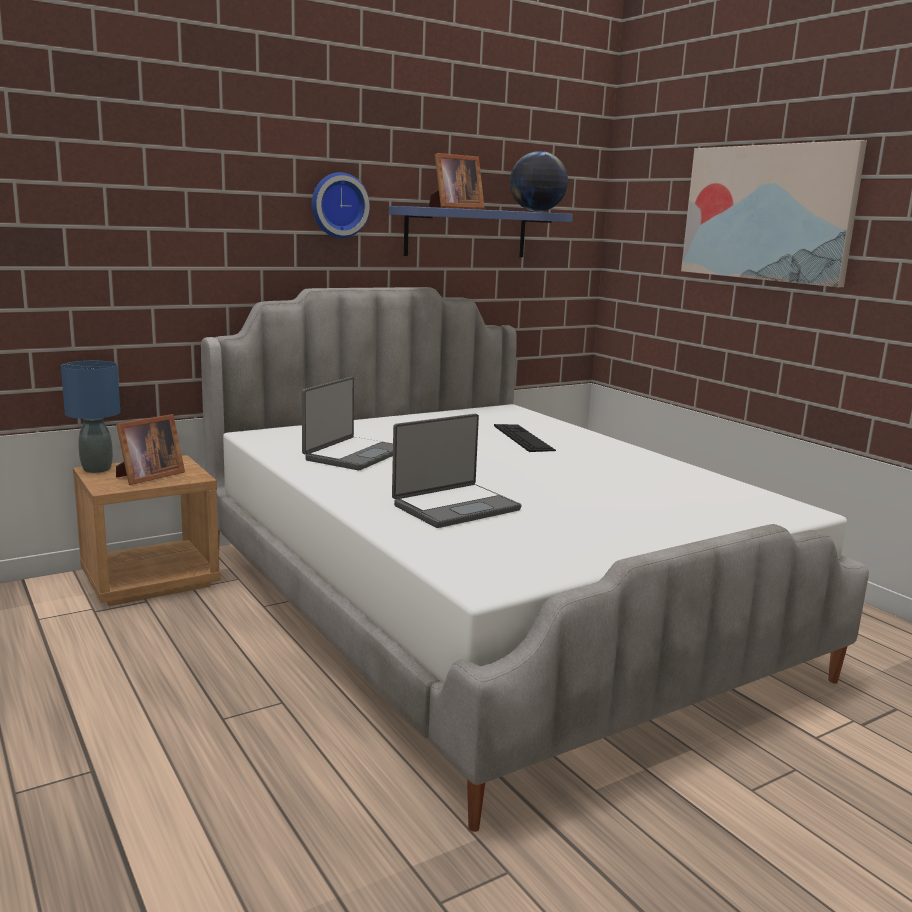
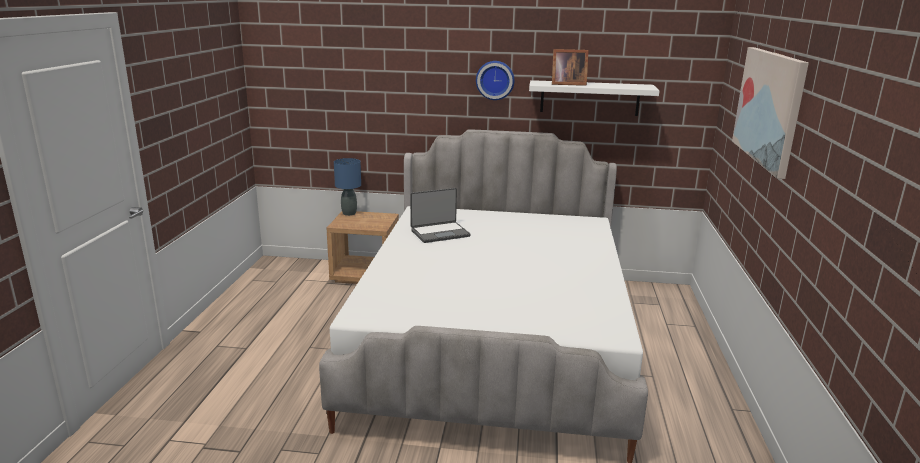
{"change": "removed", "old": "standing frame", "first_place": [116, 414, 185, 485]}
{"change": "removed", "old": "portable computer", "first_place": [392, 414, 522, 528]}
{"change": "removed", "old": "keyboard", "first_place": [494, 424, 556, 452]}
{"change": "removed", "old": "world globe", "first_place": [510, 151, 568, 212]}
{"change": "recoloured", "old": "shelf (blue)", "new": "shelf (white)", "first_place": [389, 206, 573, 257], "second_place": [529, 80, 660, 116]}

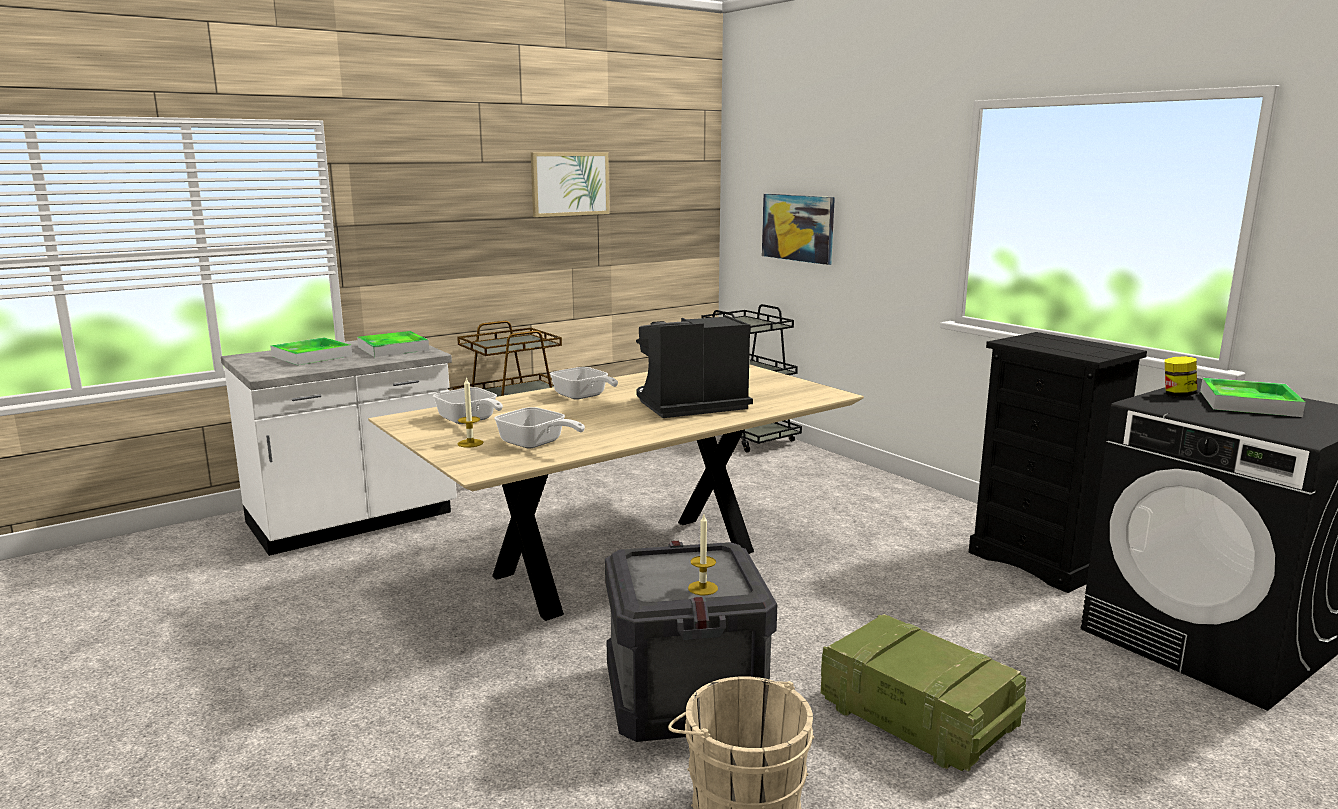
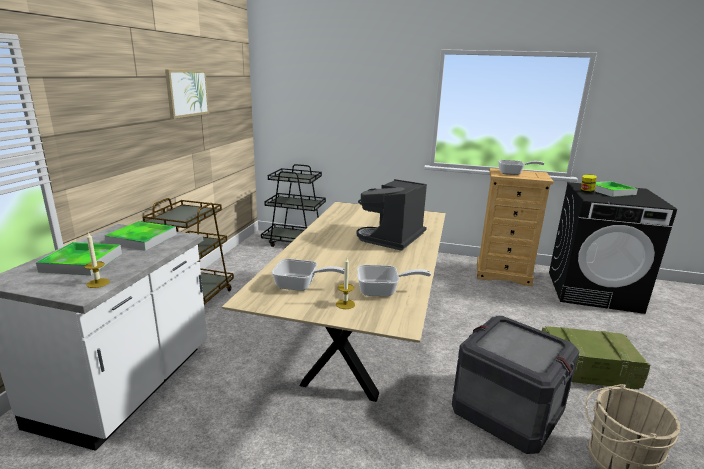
{"change": "removed", "old": "picture", "first_place": [762, 194, 835, 265]}
{"change": "moved", "old": "skillet", "first_place": [550, 367, 618, 400], "second_place": [498, 160, 544, 175]}
{"change": "moved", "old": "candle", "first_place": [688, 514, 718, 595], "second_place": [84, 233, 110, 288]}
{"change": "recoloured", "old": "dresser (black-coloured)", "new": "dresser (beige)", "first_place": [968, 332, 1147, 593], "second_place": [477, 168, 554, 286]}

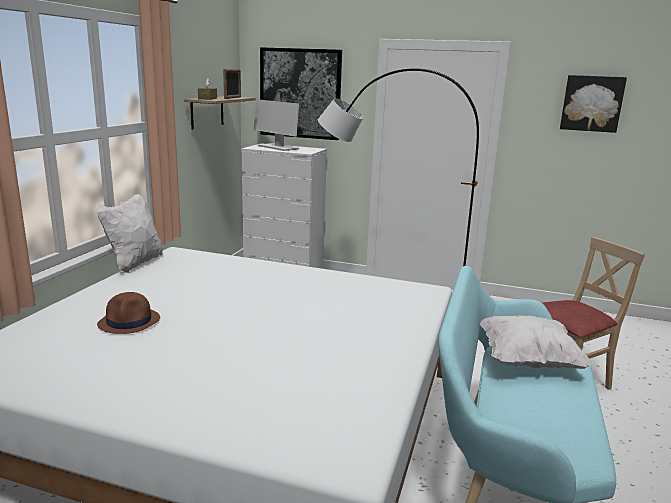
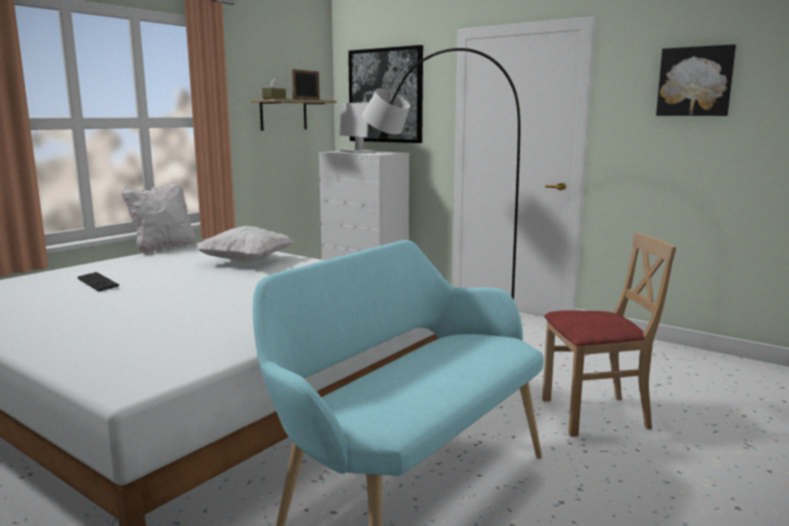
{"change": "moved", "old": "cushion (white)", "first_place": [480, 316, 593, 369], "second_place": [197, 226, 293, 263]}
{"change": "replaced", "old": "hat (brown)", "new": "keyboard", "first_place": [97, 292, 160, 334], "second_place": [77, 272, 119, 292]}

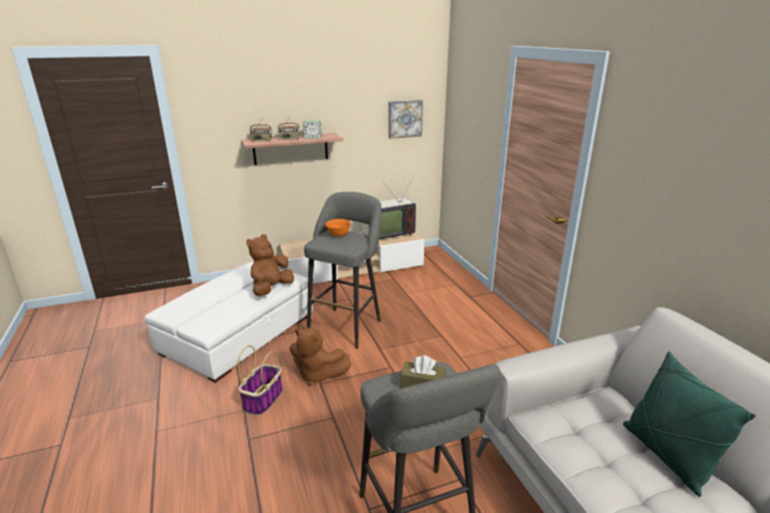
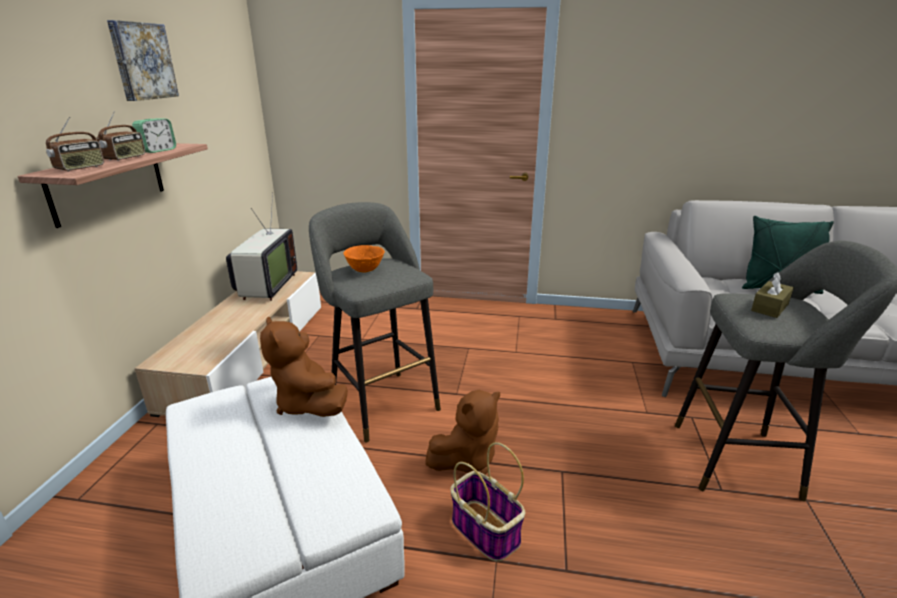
{"change": "moved", "old": "picture", "first_place": [388, 100, 423, 139], "second_place": [107, 20, 179, 101]}

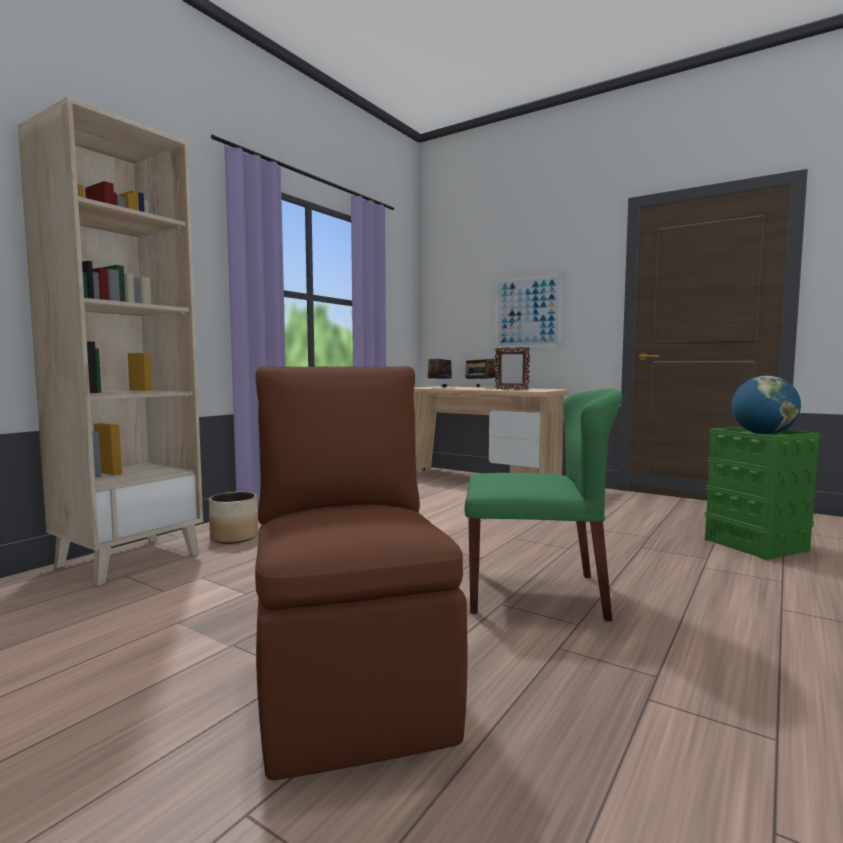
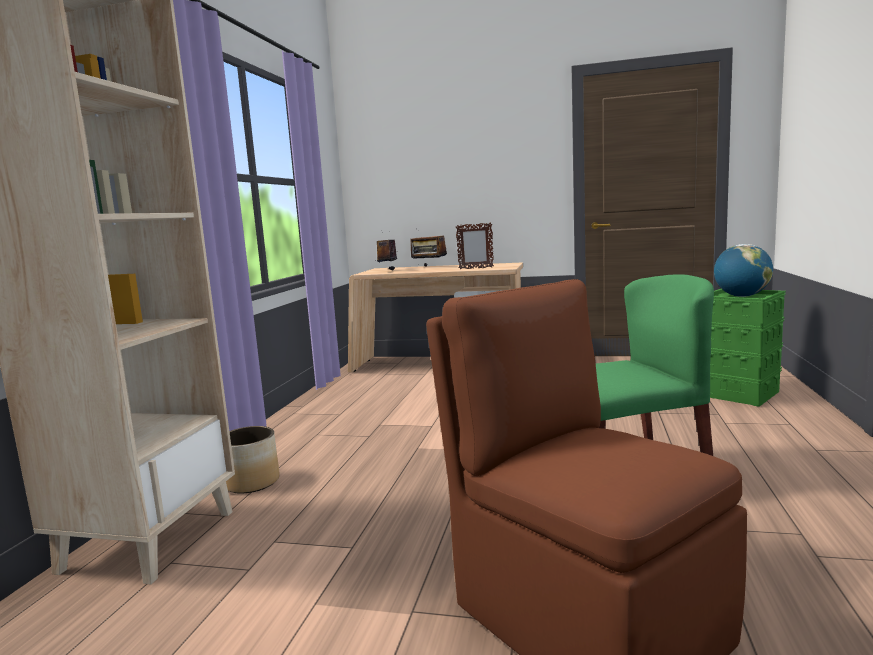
{"change": "removed", "old": "picture", "first_place": [496, 274, 563, 348]}

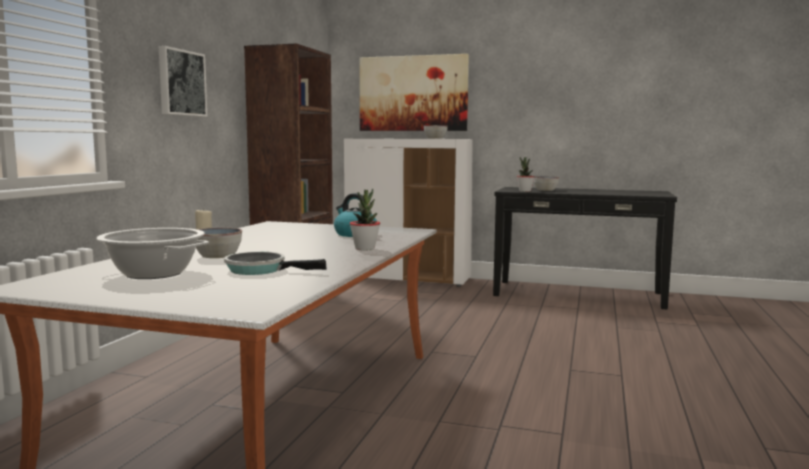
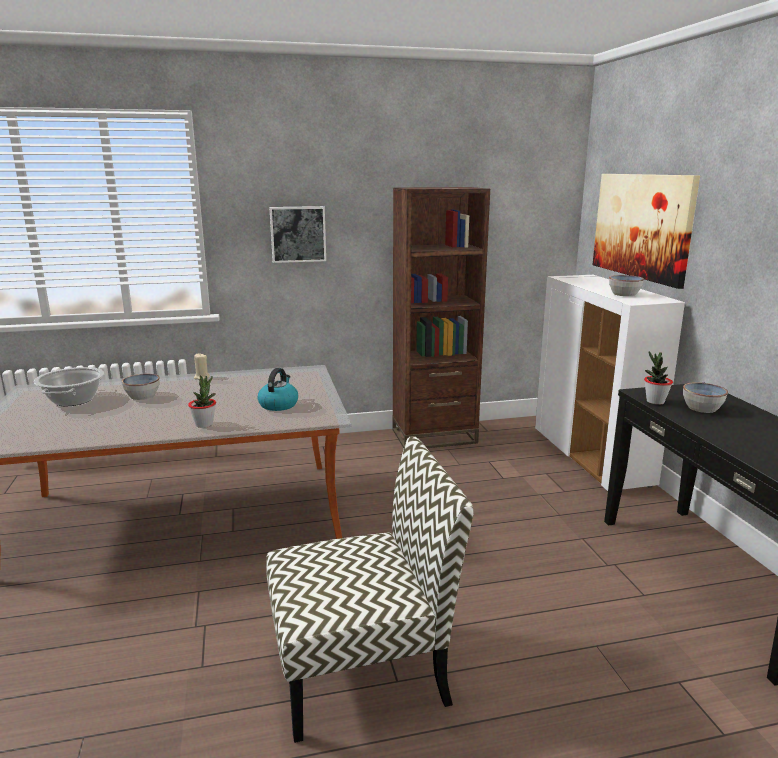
{"change": "removed", "old": "skillet", "first_place": [224, 252, 327, 275]}
{"change": "added", "new": "upright chair", "second_place": [266, 436, 474, 743]}

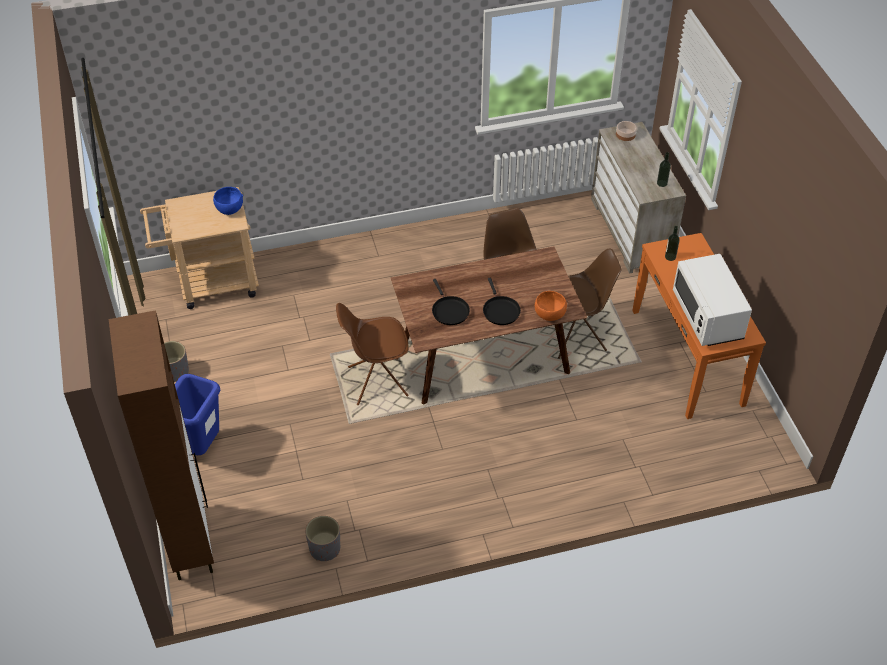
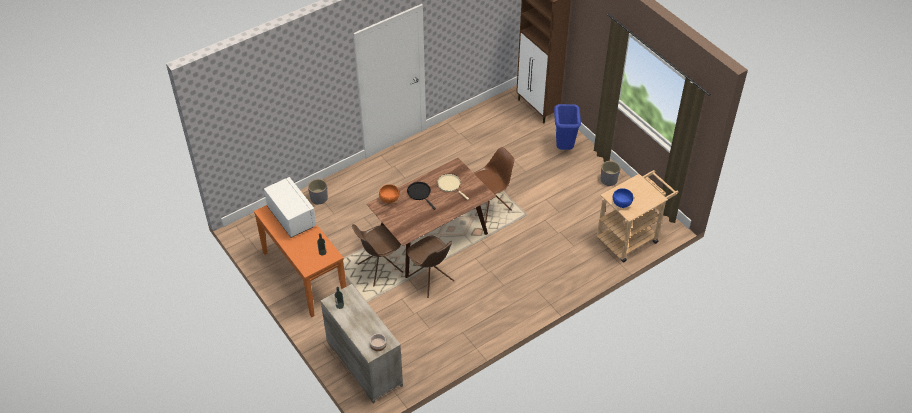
{"change": "moved", "old": "planter (gray)", "first_place": [305, 516, 340, 561], "second_place": [308, 179, 328, 205]}
{"change": "recoloured", "old": "skillet (black-coloured)", "new": "skillet (beige)", "first_place": [432, 279, 470, 325], "second_place": [437, 174, 469, 200]}

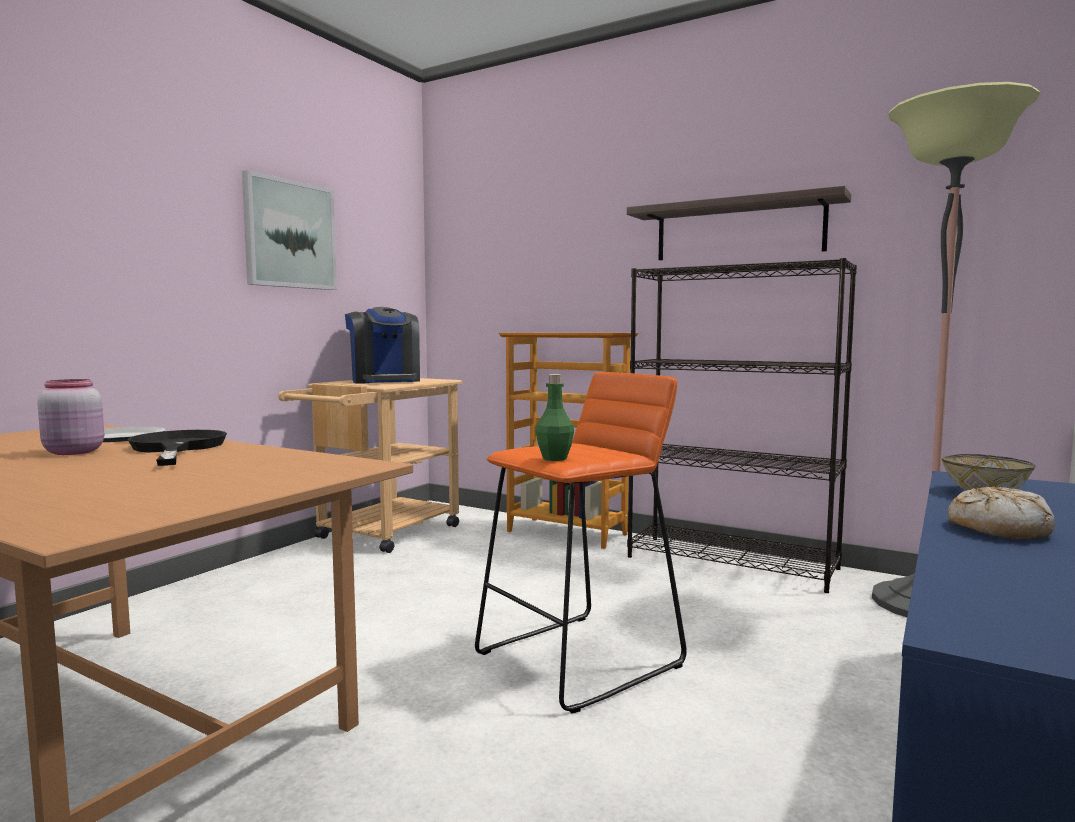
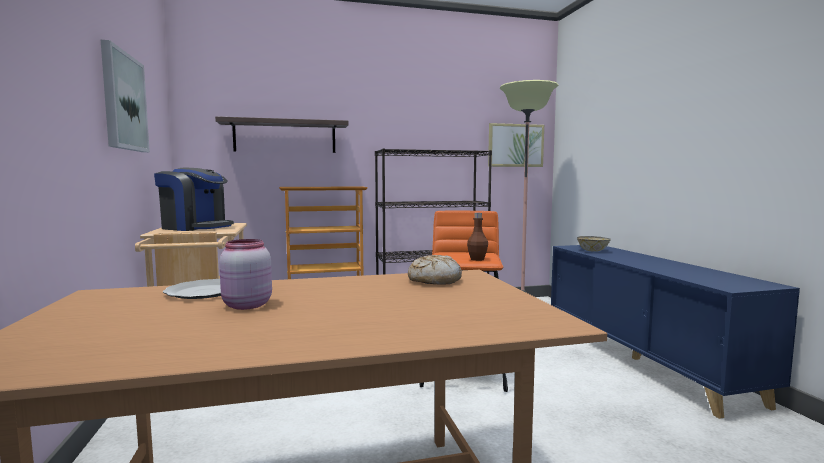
{"change": "removed", "old": "skillet (black-coloured)", "first_place": [128, 430, 227, 466]}
{"change": "added", "new": "picture", "second_place": [488, 123, 544, 167]}
{"change": "moved", "old": "shelf", "first_place": [627, 186, 851, 260], "second_place": [215, 116, 349, 153]}
{"change": "moved", "old": "bread", "first_place": [948, 487, 1055, 540], "second_place": [408, 255, 462, 285]}
{"change": "recoloured", "old": "beverage bottle (green-coloured)", "new": "beverage bottle (brown)", "first_place": [536, 374, 574, 461], "second_place": [467, 213, 488, 261]}

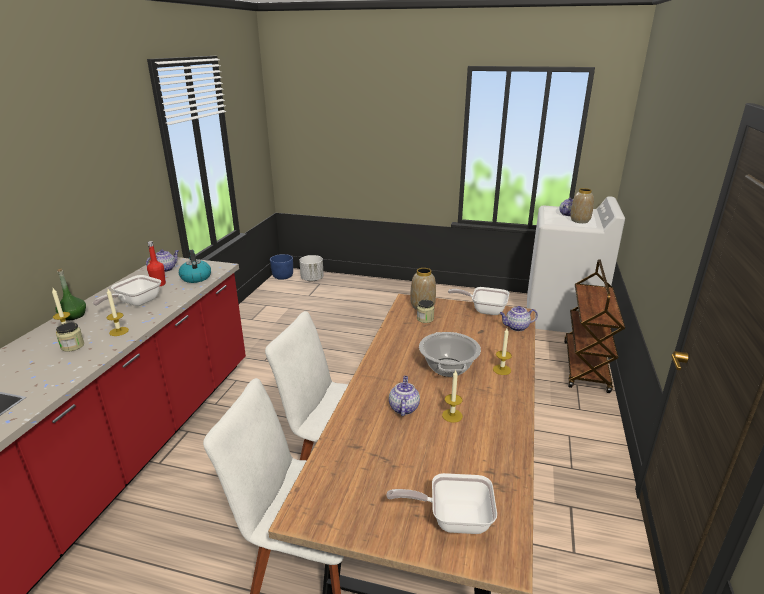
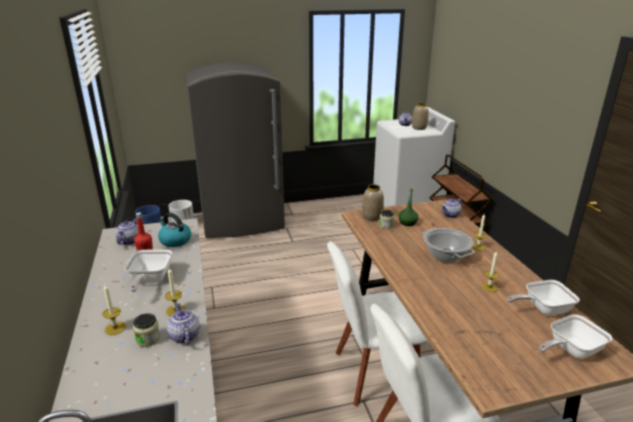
{"change": "added", "new": "kitchen fridge (gray)", "second_place": [186, 62, 285, 238]}
{"change": "moved", "old": "beverage bottle (green-coloured)", "first_place": [55, 268, 86, 320], "second_place": [398, 188, 419, 226]}
{"change": "moved", "old": "pot for tea", "first_place": [389, 376, 420, 416], "second_place": [167, 304, 200, 344]}
{"change": "moved", "old": "skillet", "first_place": [448, 287, 509, 315], "second_place": [507, 280, 580, 316]}

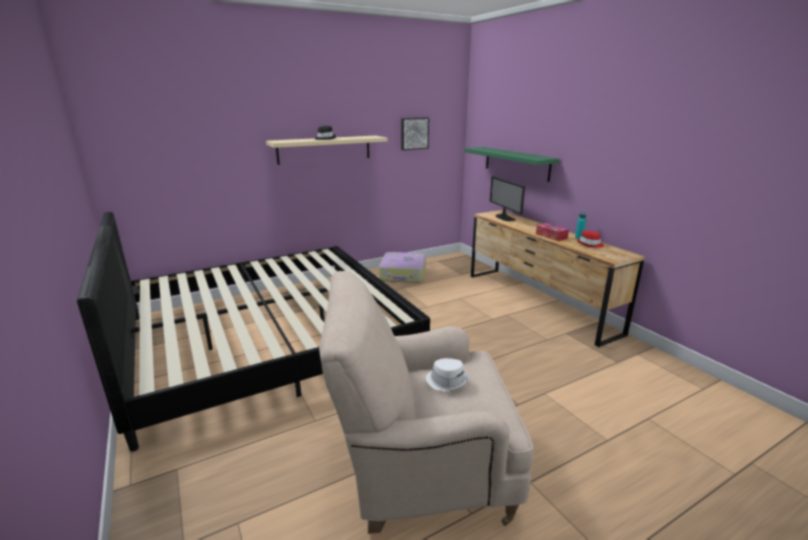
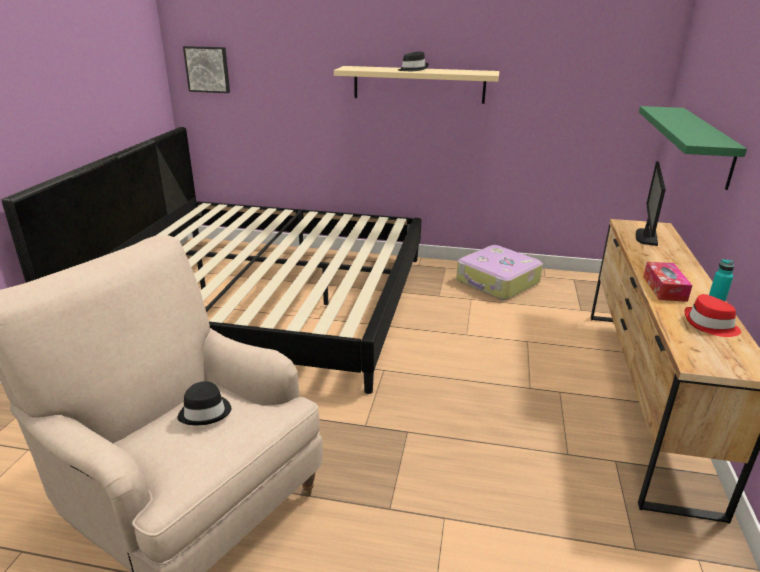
{"change": "moved", "old": "picture", "first_place": [401, 117, 429, 150], "second_place": [183, 46, 230, 93]}
{"change": "recoloured", "old": "hat (white)", "new": "hat (black-coloured)", "first_place": [426, 358, 469, 391], "second_place": [177, 381, 231, 425]}

